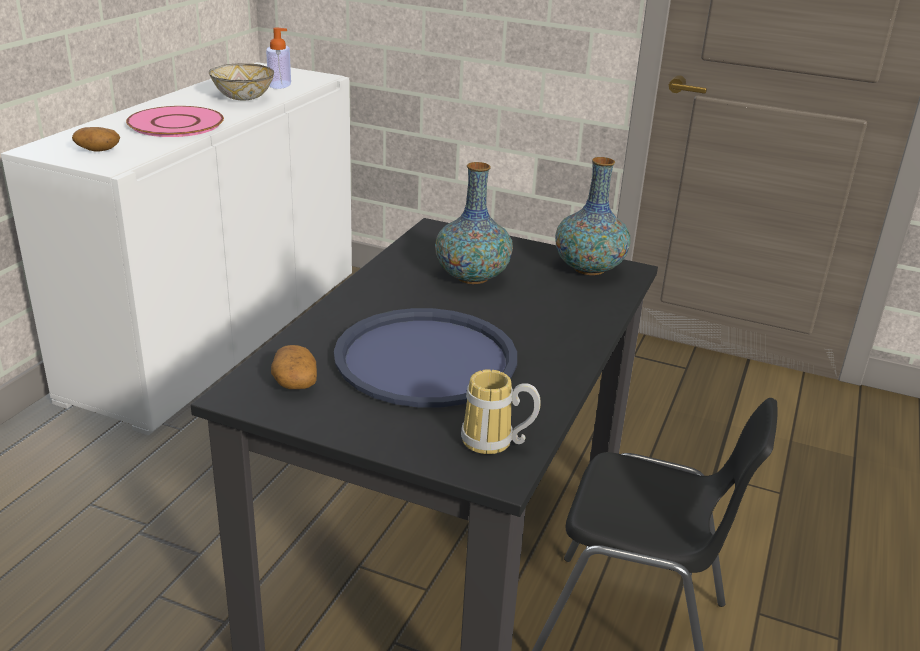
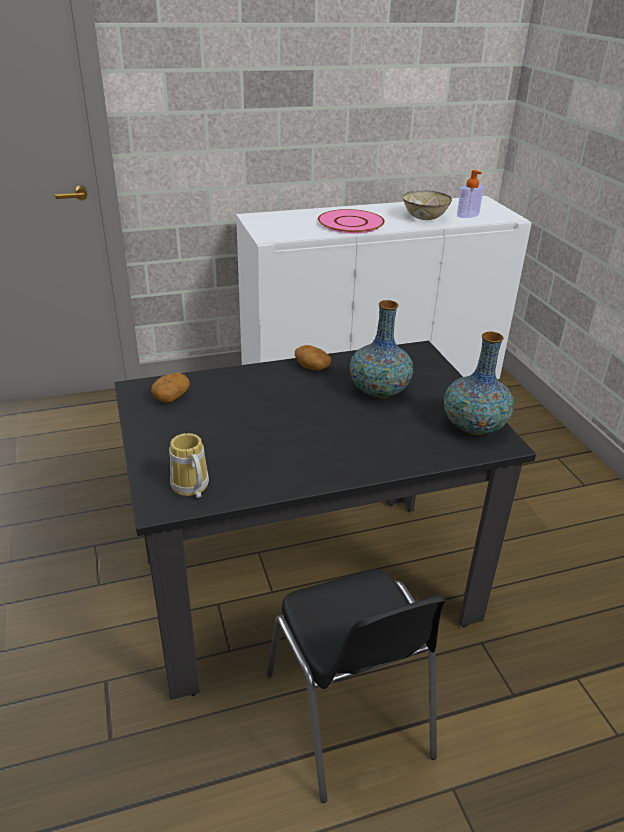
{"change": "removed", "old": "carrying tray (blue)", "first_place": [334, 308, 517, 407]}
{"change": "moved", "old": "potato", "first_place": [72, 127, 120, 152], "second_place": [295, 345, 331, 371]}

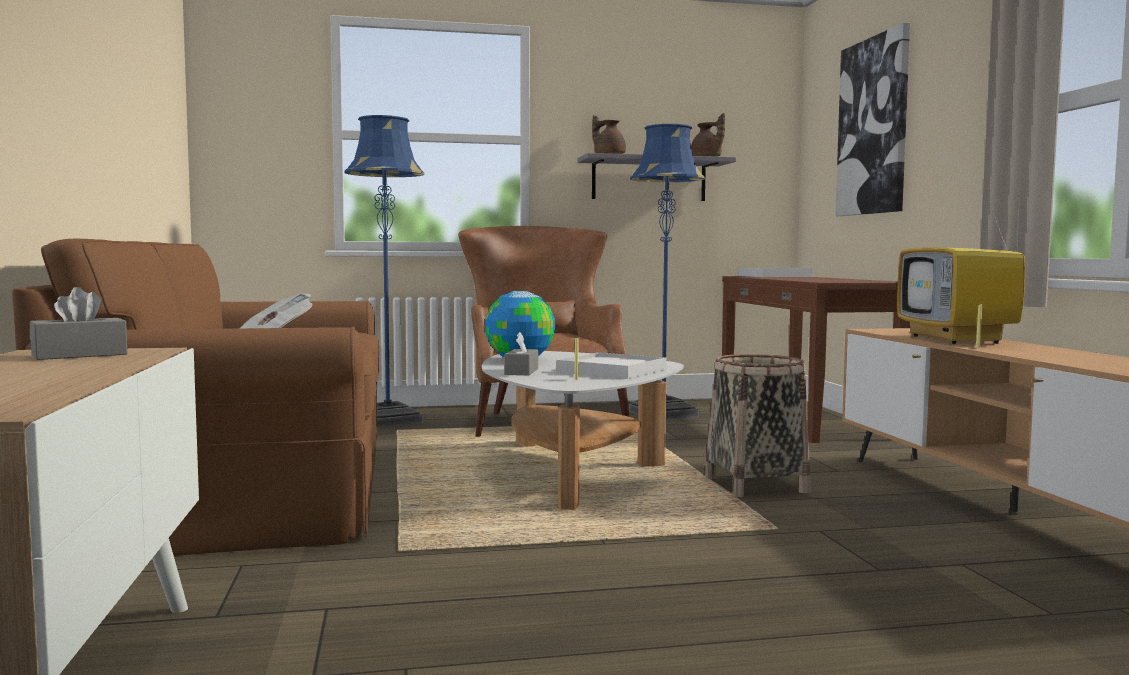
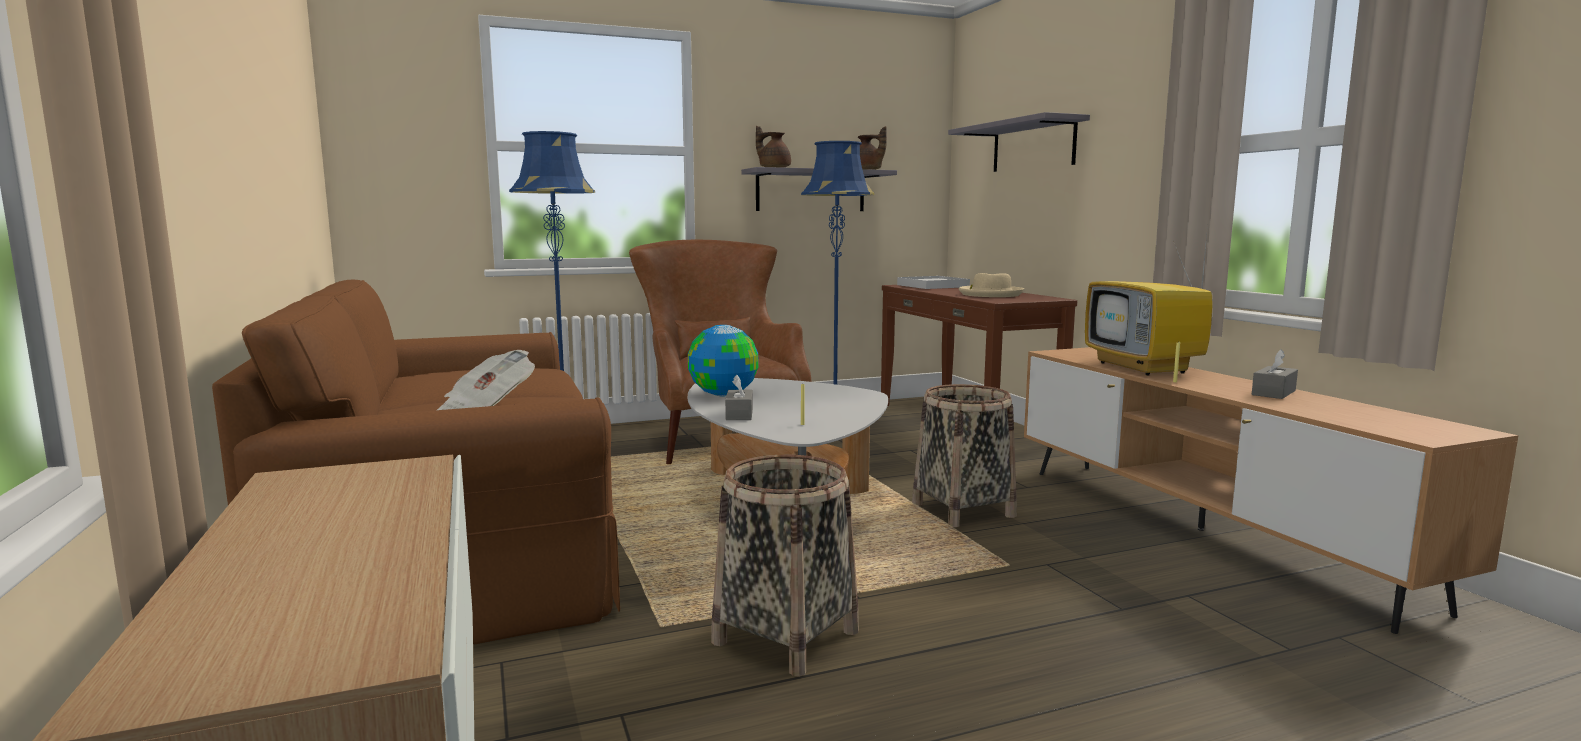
{"change": "removed", "old": "carrying tray (white)", "first_place": [556, 352, 666, 379]}
{"change": "added", "new": "basket", "second_place": [711, 455, 859, 676]}
{"change": "added", "new": "hat (beige)", "second_place": [959, 273, 1024, 297]}
{"change": "moved", "old": "box of tissues (gray)", "first_place": [30, 287, 128, 360], "second_place": [1252, 350, 1298, 399]}
{"change": "replaced", "old": "picture", "new": "shelf (gray)", "first_place": [835, 22, 910, 216], "second_place": [948, 112, 1090, 172]}

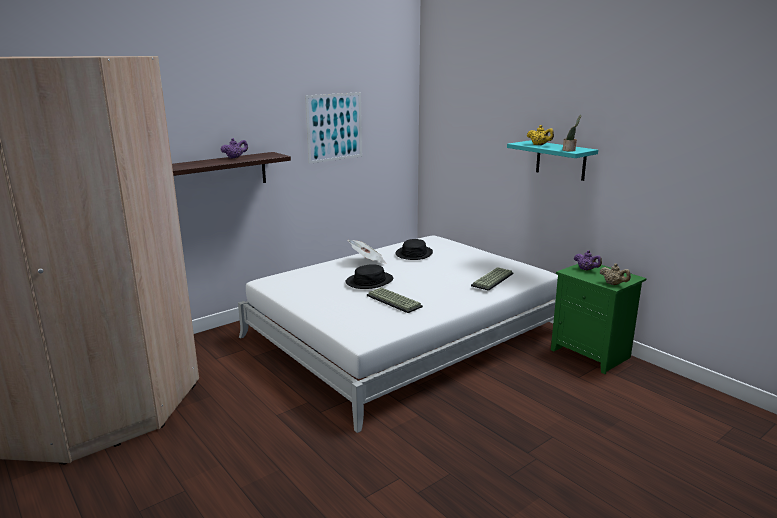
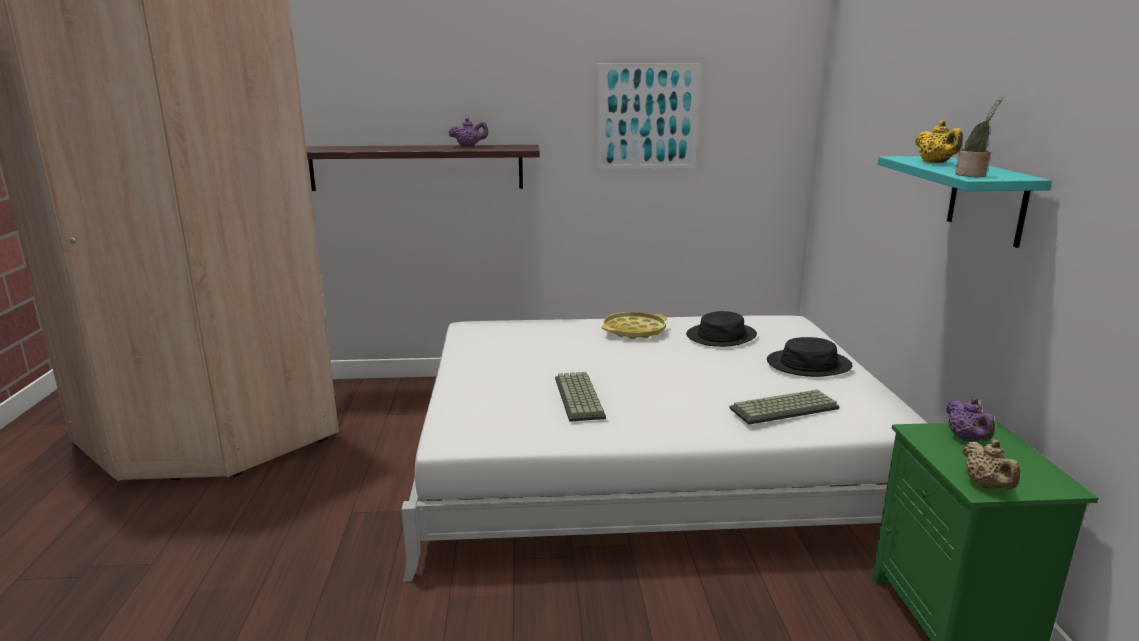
{"change": "moved", "old": "hat (black-coloured)", "first_place": [346, 264, 393, 289], "second_place": [767, 337, 853, 377]}
{"change": "replaced", "old": "daily paper", "new": "carrying tray (yellow-coloured)", "first_place": [348, 240, 386, 263], "second_place": [602, 312, 667, 339]}

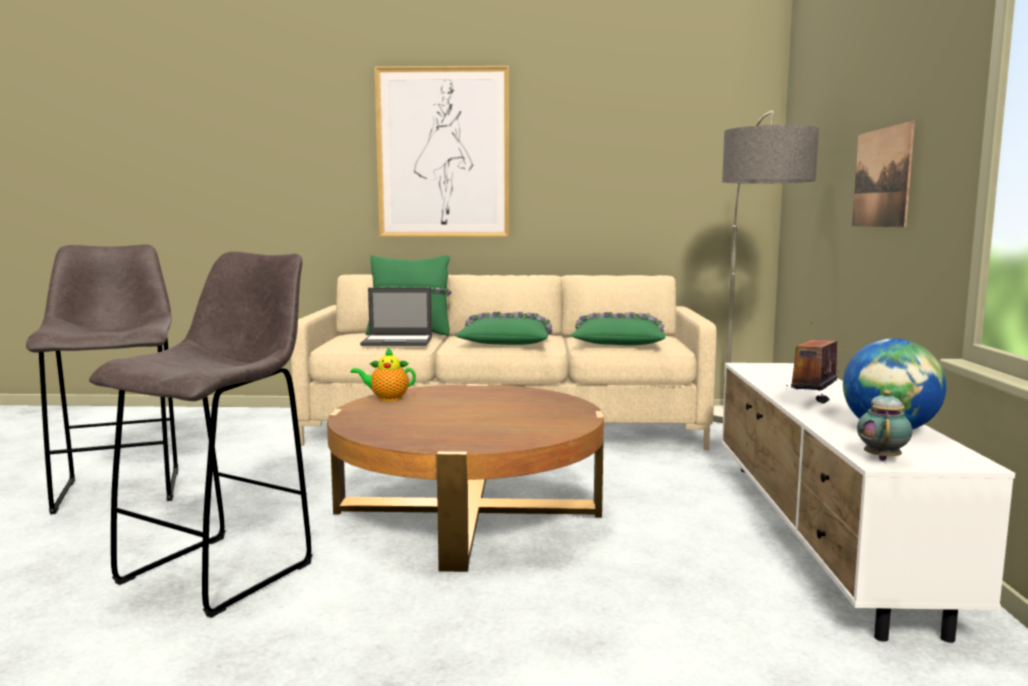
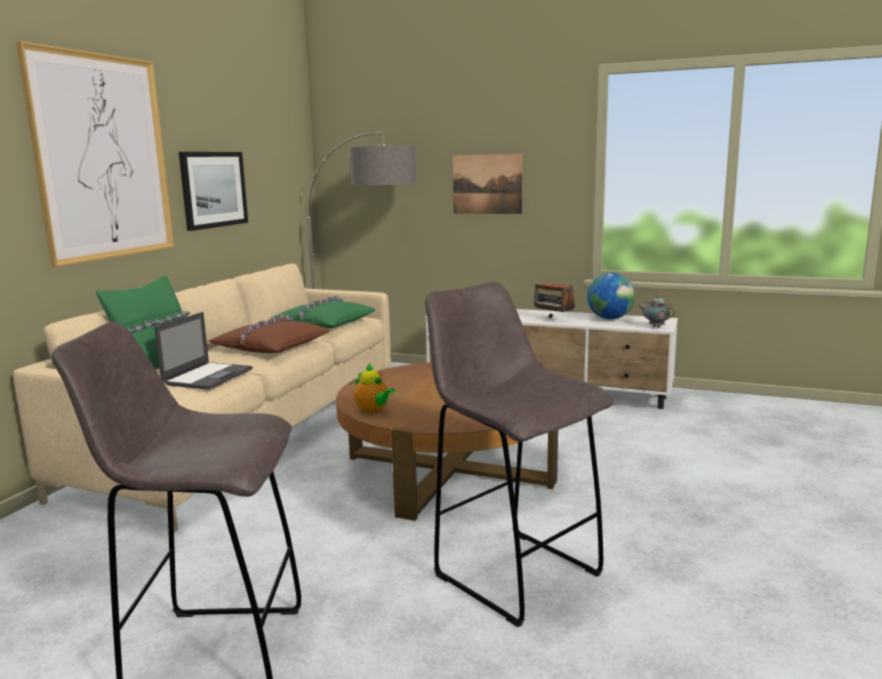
{"change": "added", "new": "picture", "second_place": [179, 152, 248, 231]}
{"change": "recoloured", "old": "cushion (green-coloured)", "new": "cushion (brown)", "first_place": [455, 312, 552, 345], "second_place": [209, 314, 330, 353]}
{"change": "turned", "old": "pot for tea", "first_place": [351, 347, 416, 401], "second_place": [354, 364, 395, 414], "degrees": -60}

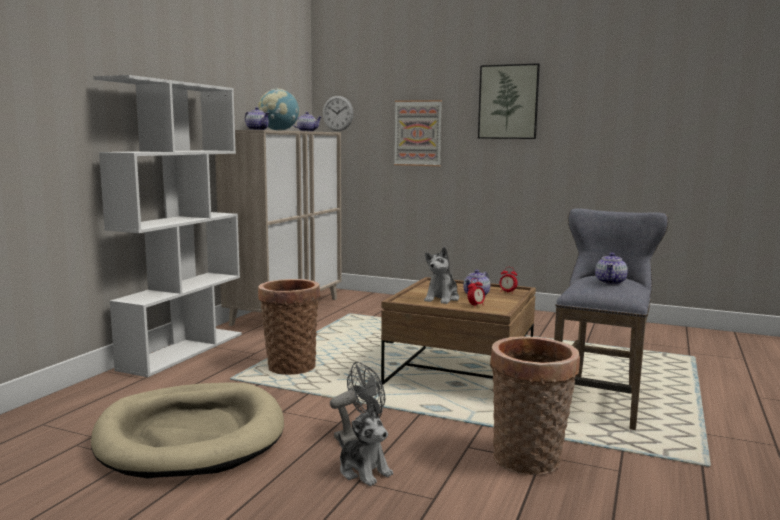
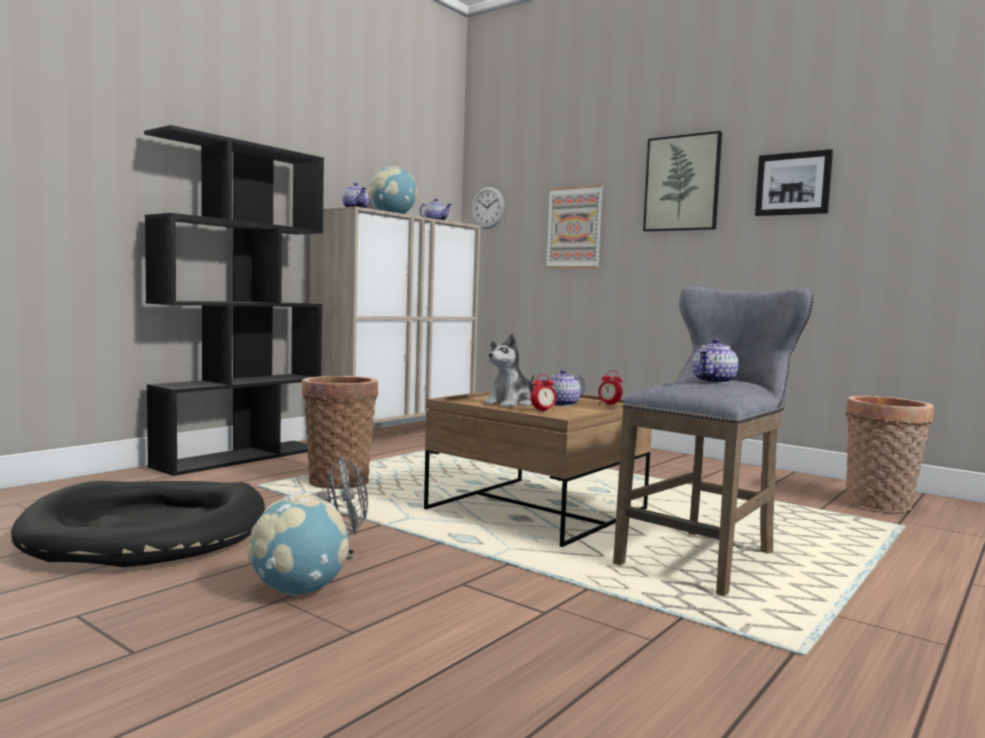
{"change": "added", "new": "picture", "second_place": [755, 149, 833, 216]}
{"change": "moved", "old": "basket", "first_place": [490, 336, 580, 475], "second_place": [845, 395, 934, 512]}
{"change": "replaced", "old": "soft toy", "new": "world globe", "first_place": [338, 404, 393, 486], "second_place": [247, 494, 349, 596]}
{"change": "recoloured", "old": "pet bed (beige)", "new": "pet bed (black-coloured)", "first_place": [91, 382, 284, 479], "second_place": [11, 481, 265, 567]}
{"change": "recoloured", "old": "bookshelf (white)", "new": "bookshelf (black-coloured)", "first_place": [93, 75, 242, 377], "second_place": [144, 125, 324, 476]}

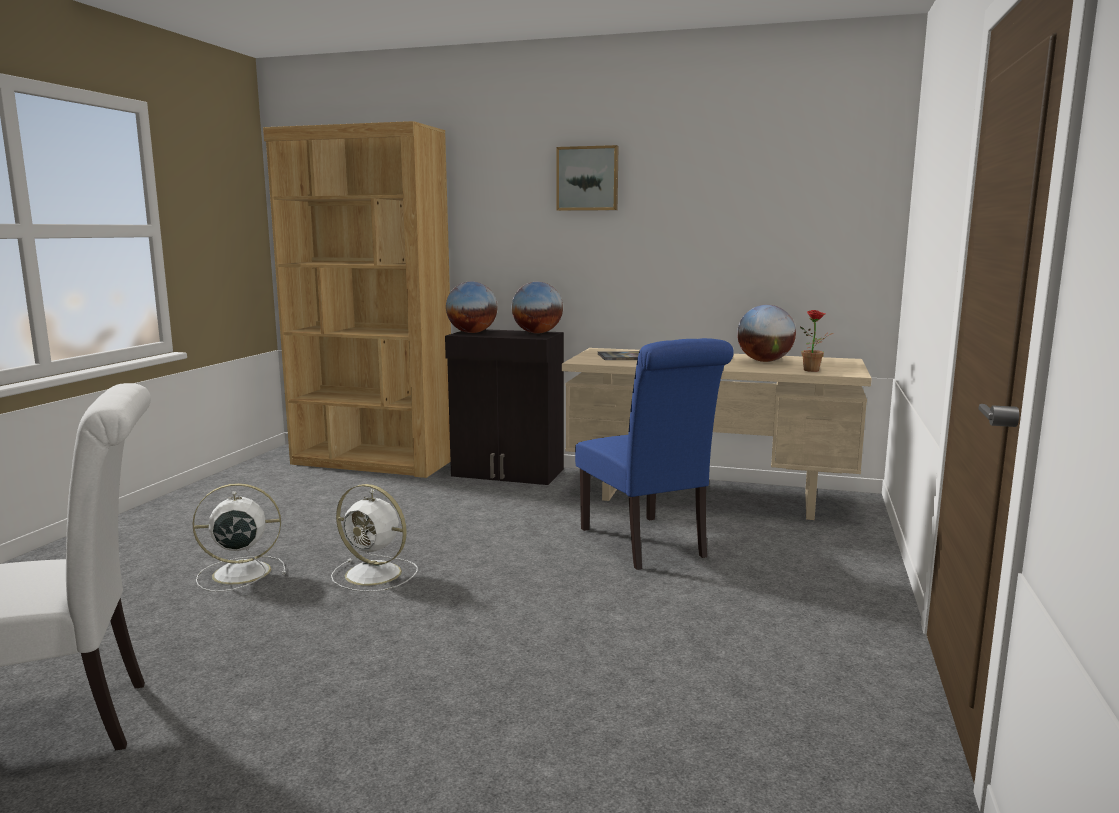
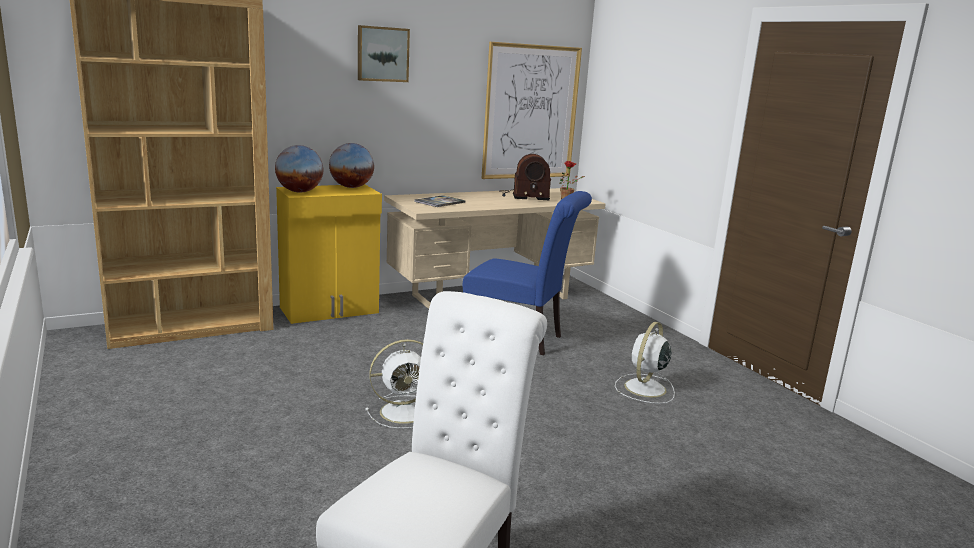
{"change": "added", "new": "picture", "second_place": [482, 42, 582, 179]}
{"change": "moved", "old": "fan (white)", "first_place": [192, 483, 286, 592], "second_place": [615, 322, 675, 404]}
{"change": "replaced", "old": "world globe", "new": "radio", "first_place": [737, 305, 796, 362], "second_place": [499, 154, 551, 200]}
{"change": "recoloured", "old": "cupboard (black-coloured)", "new": "cupboard (yellow-coloured)", "first_place": [445, 329, 564, 485], "second_place": [276, 184, 382, 324]}

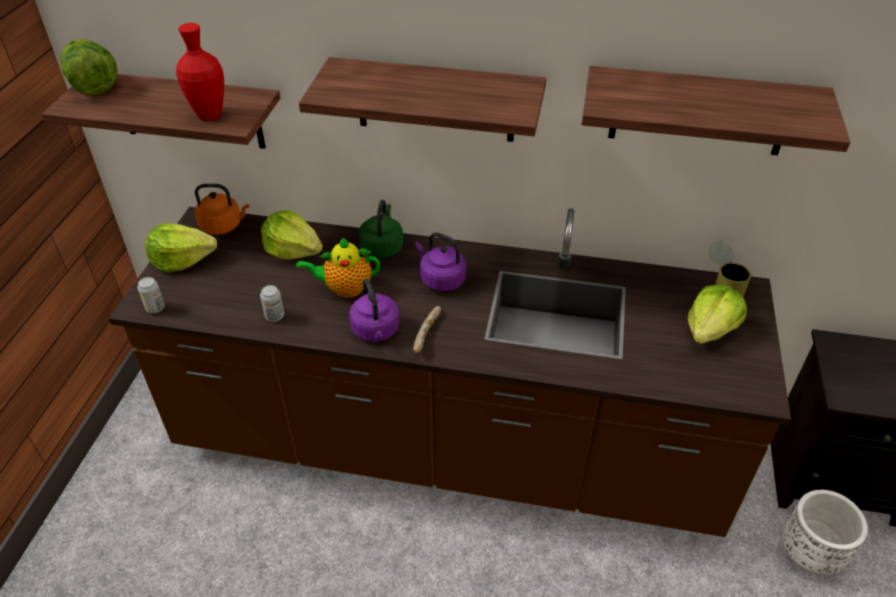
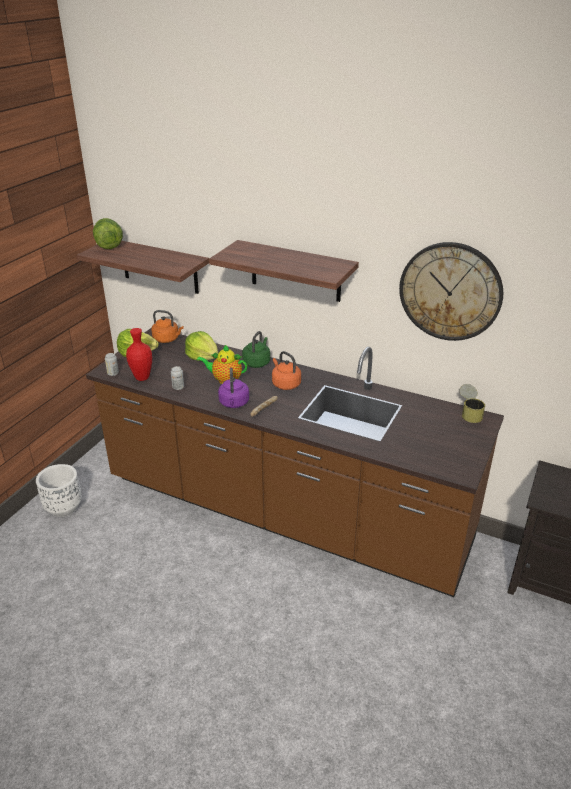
{"change": "removed", "old": "lettuce", "first_place": [688, 285, 747, 344]}
{"change": "moved", "old": "flower vase (red)", "first_place": [176, 23, 224, 121], "second_place": [126, 328, 152, 381]}
{"change": "moved", "old": "planter (white)", "first_place": [782, 490, 868, 575], "second_place": [36, 464, 82, 517]}
{"change": "replaced", "old": "shelf", "new": "hanging clock", "first_place": [582, 66, 850, 155], "second_place": [399, 242, 503, 341]}
{"change": "recoloured", "old": "tea kettle (purple)", "new": "tea kettle (orange)", "first_place": [415, 232, 467, 291], "second_place": [272, 351, 301, 390]}

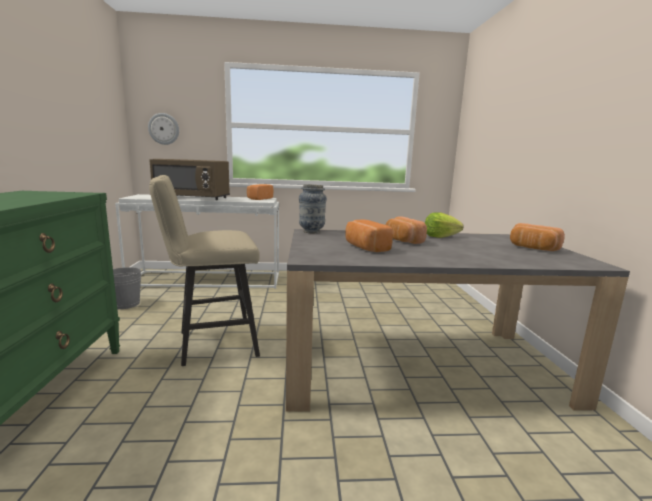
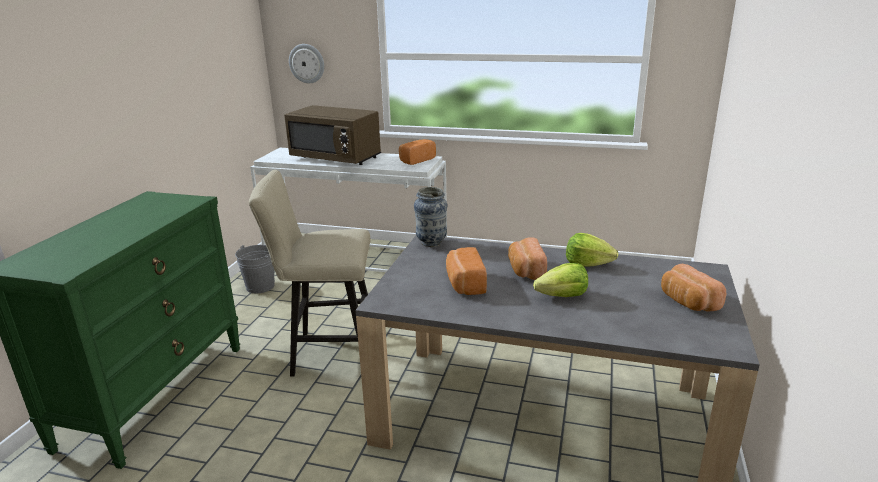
{"change": "added", "new": "lettuce", "second_place": [533, 263, 588, 297]}

